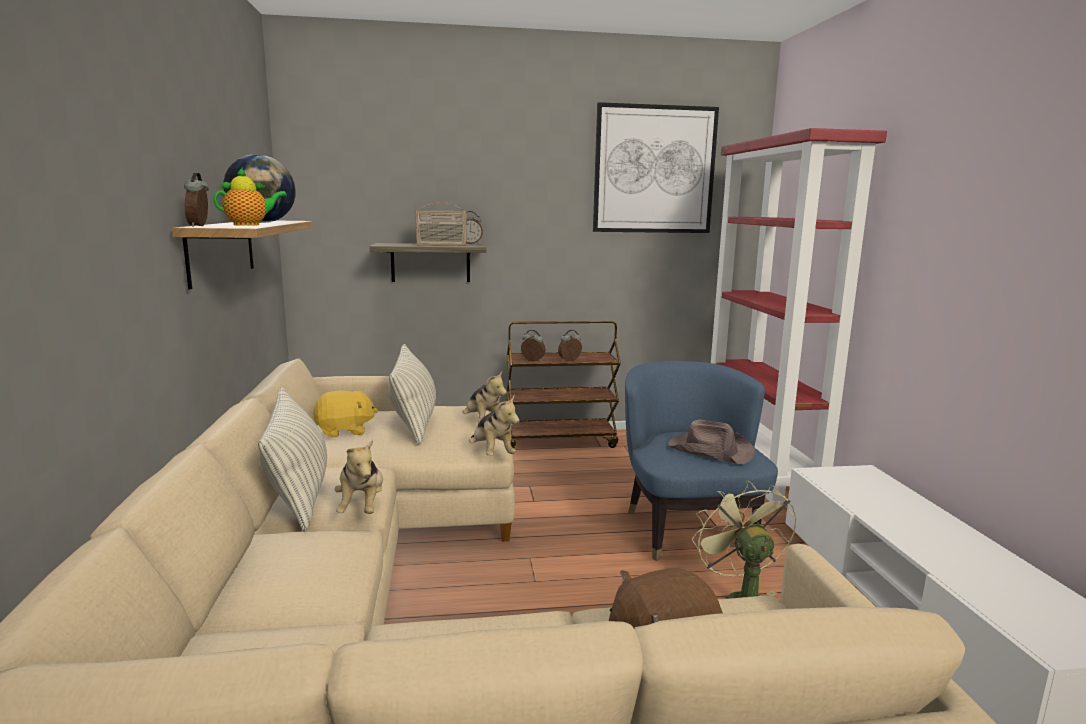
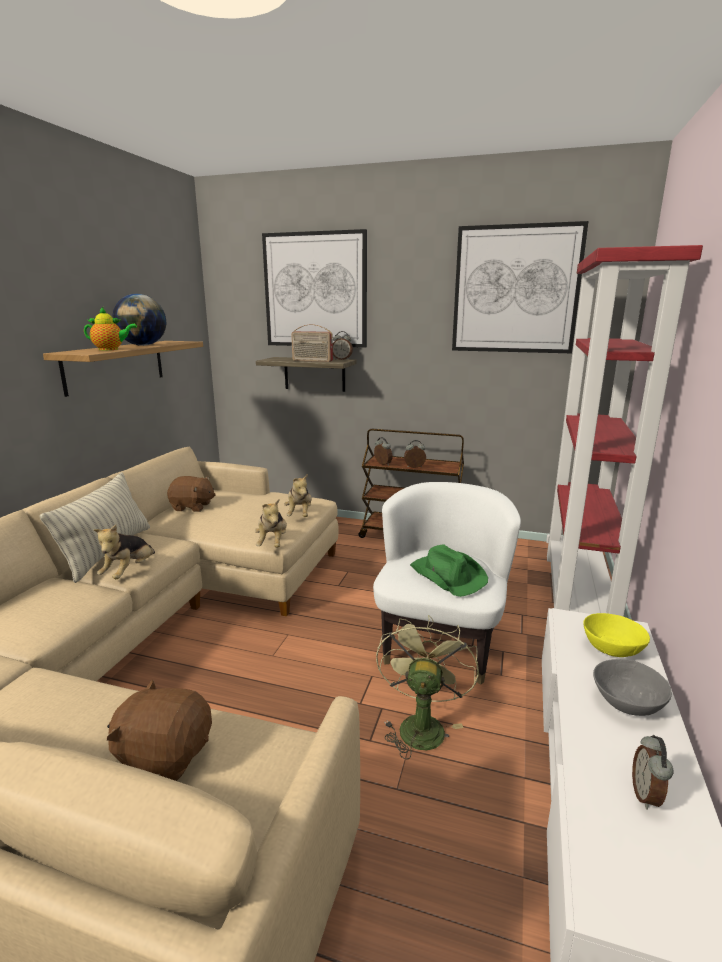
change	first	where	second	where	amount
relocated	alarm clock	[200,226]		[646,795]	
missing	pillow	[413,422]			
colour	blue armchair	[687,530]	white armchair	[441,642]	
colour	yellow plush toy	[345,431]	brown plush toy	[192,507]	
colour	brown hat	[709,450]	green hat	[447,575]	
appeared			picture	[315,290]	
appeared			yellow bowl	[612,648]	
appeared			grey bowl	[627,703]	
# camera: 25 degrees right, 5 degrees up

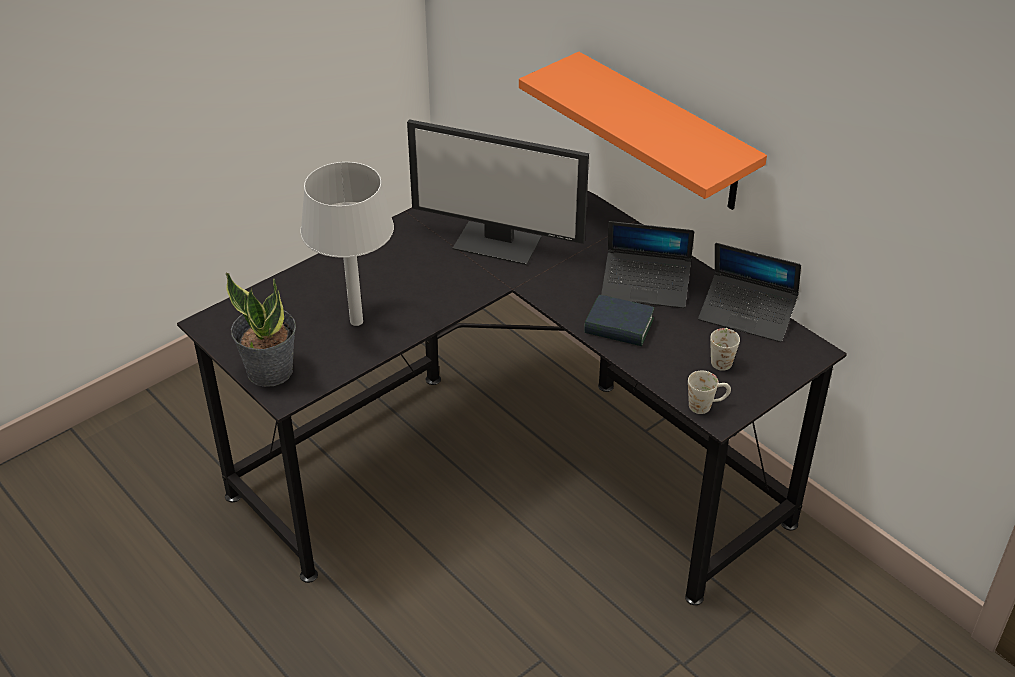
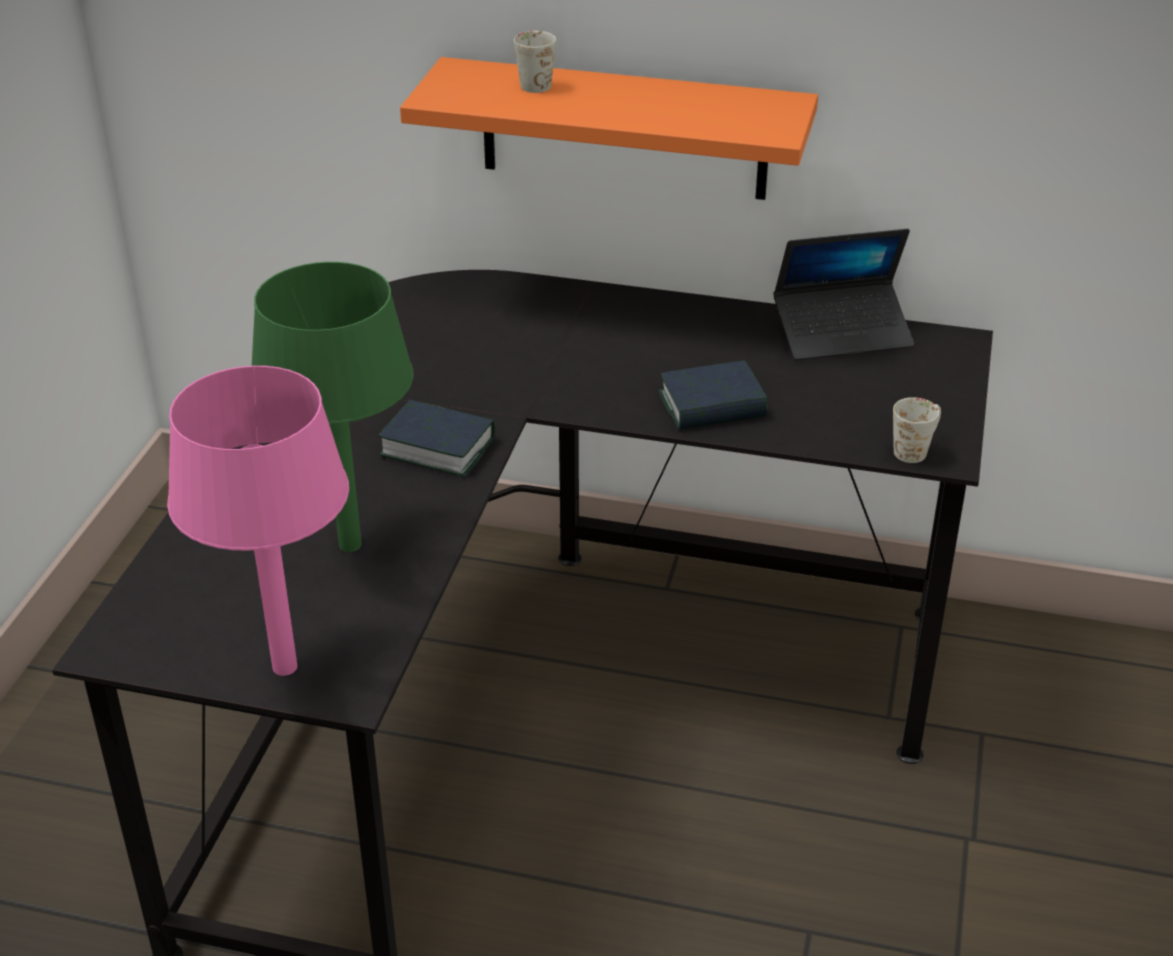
change	first	where	second	where	amount
missing	monitor	[498,242]			
colour	grey table lamp	[357,321]	green table lamp	[351,544]	
missing	laptop	[645,286]			
exchanged	potted plant	[270,370]	pink table lamp	[287,667]	
relocated	white mug	[721,358]		[531,83]	
appeared			book	[437,447]	
# camera: 35 degrees left, 5 degrees down

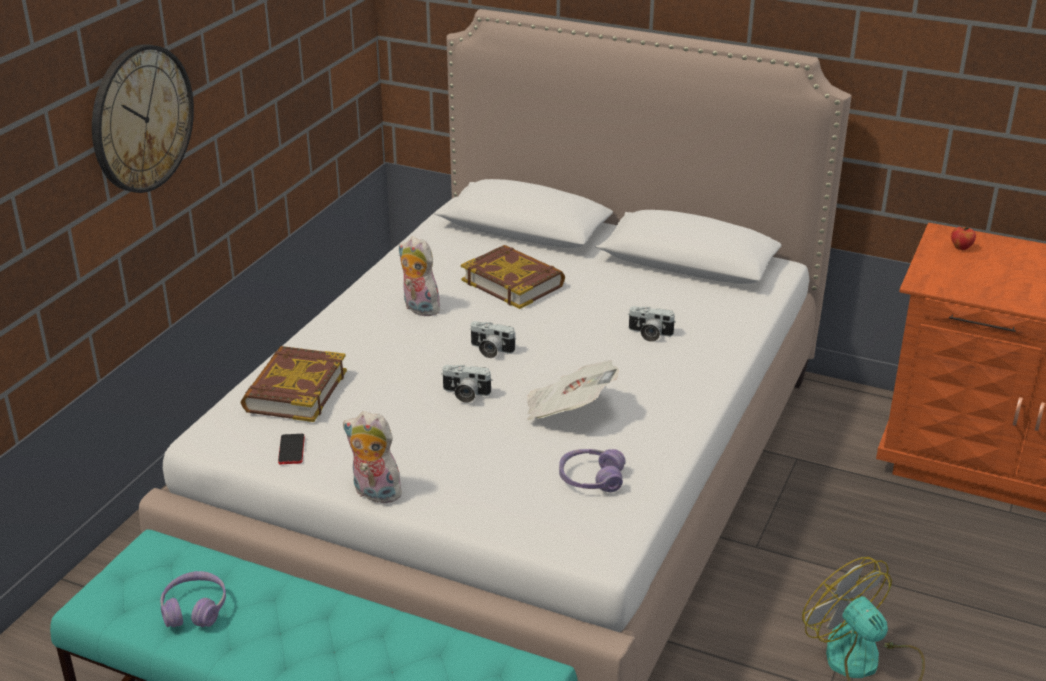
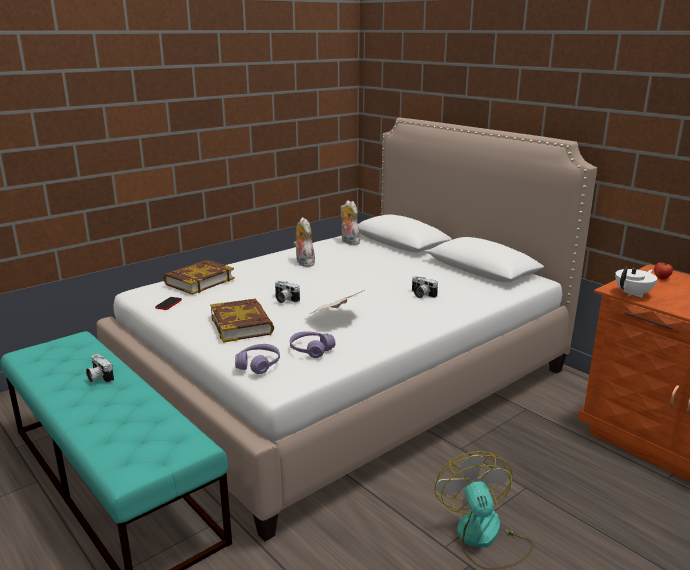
change	first	where	second	where	amount
missing	wall clock	[141,118]			
relocated	book	[513,283]		[242,325]	
relocated	photo camera	[490,350]		[99,377]	
relocated	plush toy	[374,493]		[348,242]	
relocated	purple headphones	[194,609]		[258,365]	
appeared			white teapot	[633,294]	
# camera: 25 degrees right, 10 degrees down

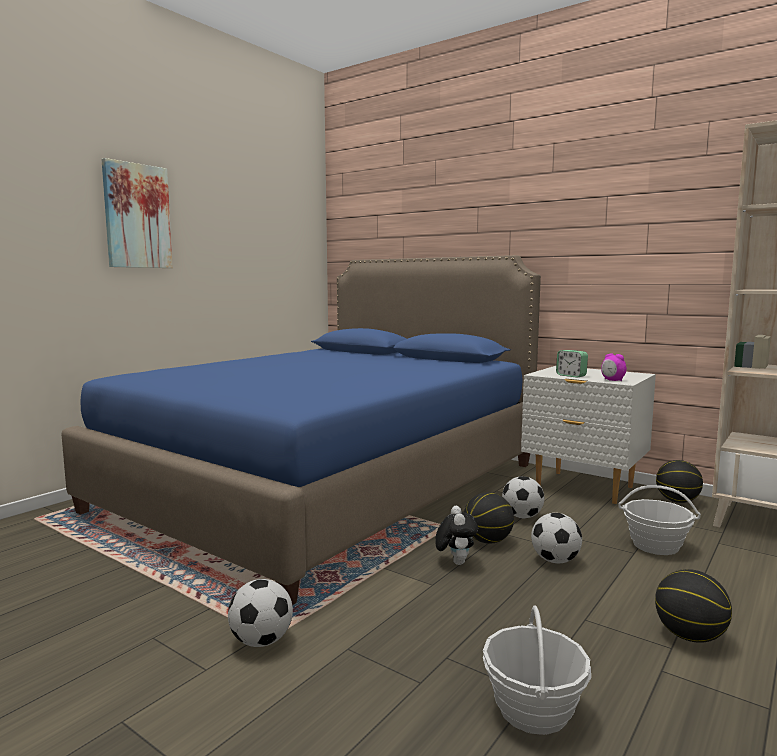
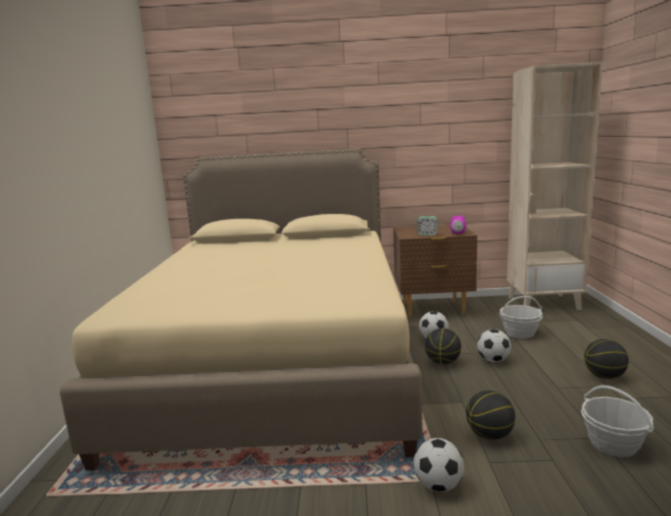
change	first	where	second	where	amount
missing	picture	[137,216]			
colour	blue bed	[328,486]	beige bed	[277,361]	
colour	white nightstand	[584,487]	brown nightstand	[433,309]	
relocated	basketball	[677,501]		[489,435]	
missing	plush toy	[455,562]			
# camera: 35 degrees left, 5 degrees up

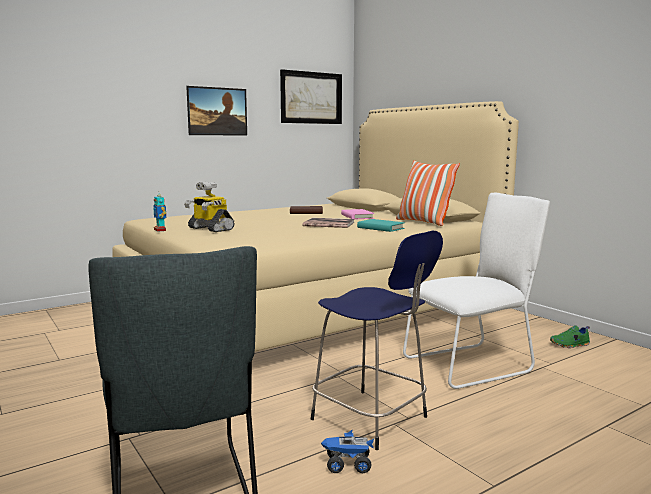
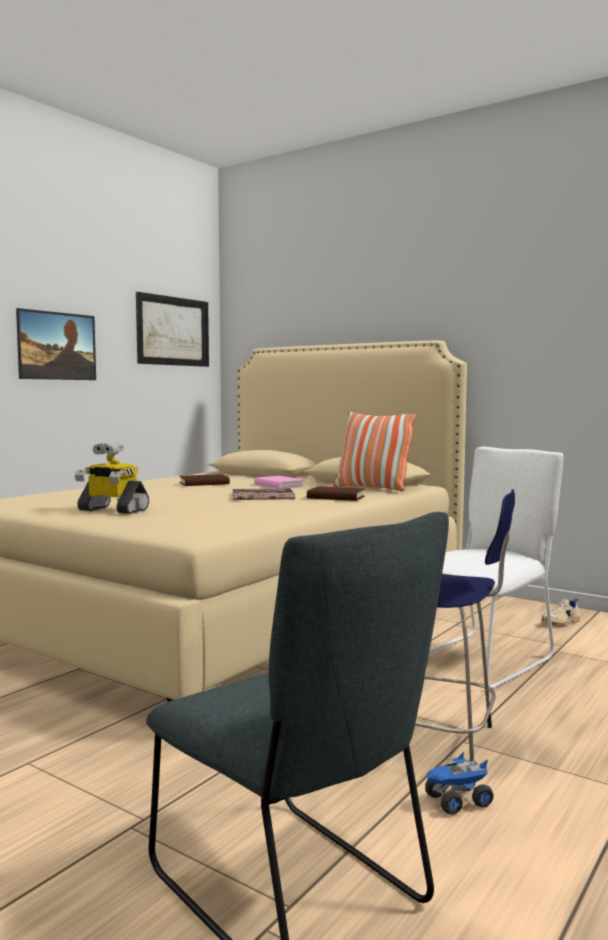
change	first	where	second	where	amount
missing	toy robot	[160,230]			
colour	turquoise book	[380,228]	brown book	[336,497]	
colour	green shoe	[570,345]	beige shoe	[561,623]	
# camera: 20 degrees left, 5 degrees down

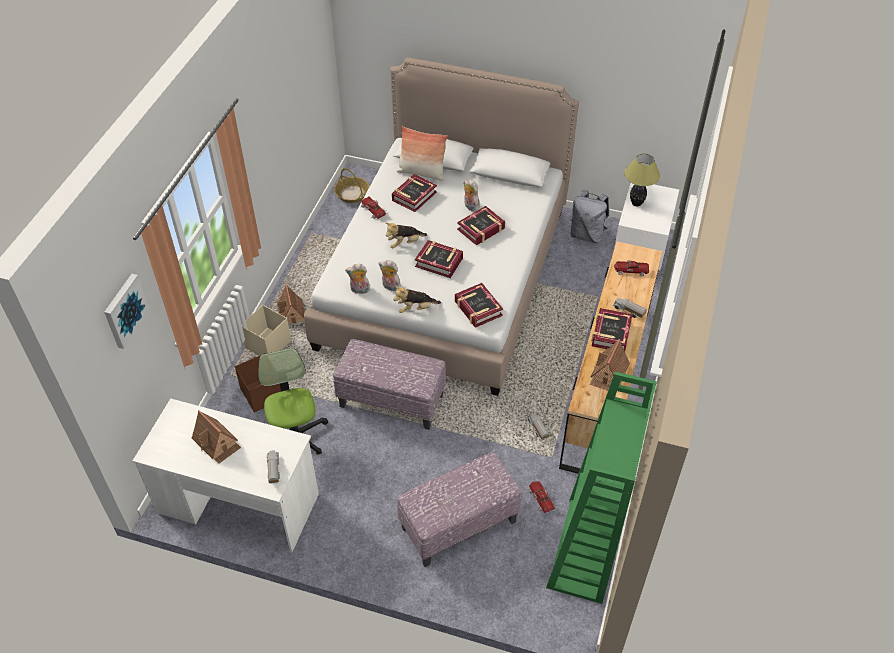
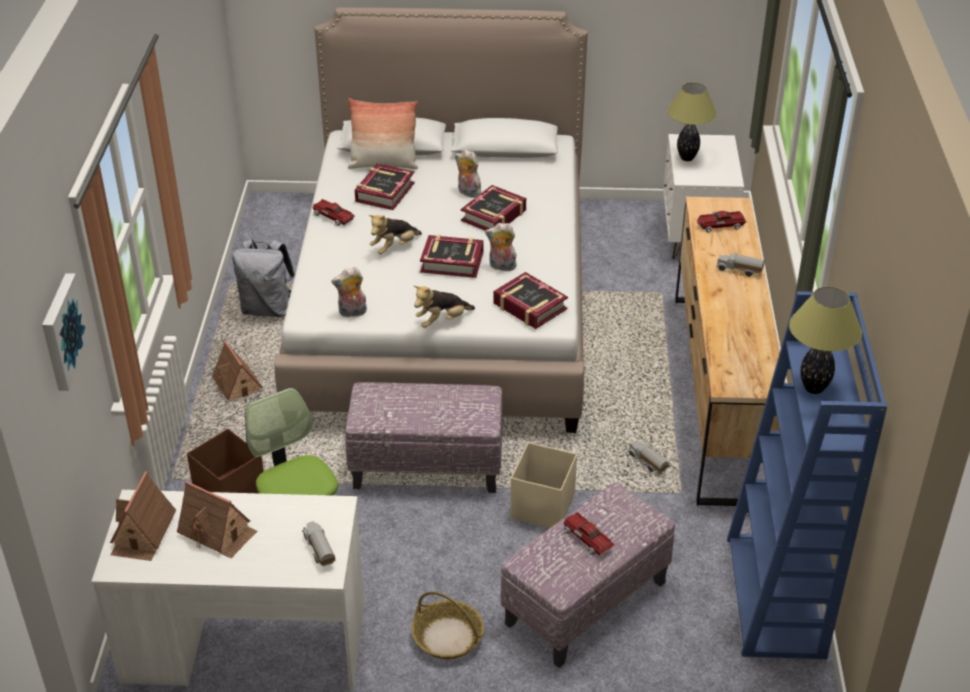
change	first	where	second	where	amount
relocated	basket	[352,194]		[447,637]	
relocated	grey backpack	[587,235]		[267,309]	
relocated	plush toy	[390,287]		[501,267]	
relocated	beige storage box	[267,345]		[542,507]	
missing	book	[610,333]			
relocated	toy house	[608,374]		[143,533]	
colour	green bookcase	[586,550]	blue bookcase	[776,597]	
relocated	toy car	[540,499]		[586,538]	
appeared			table lamp	[813,388]	
# camera: 15 degrees left, 10 degrees down

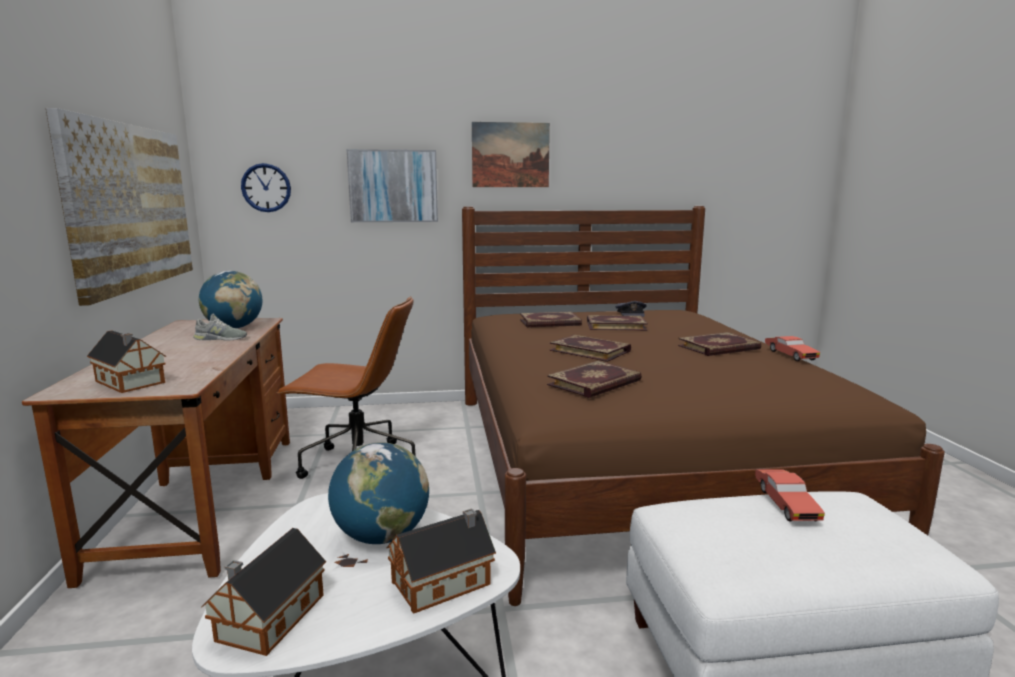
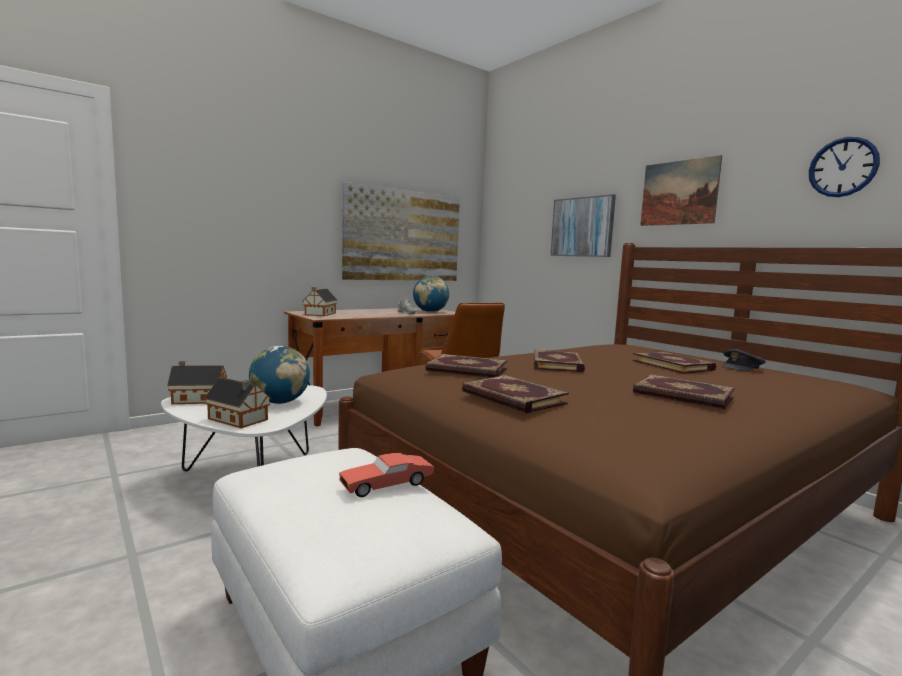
change	first	where	second	where	amount
relocated	wall clock	[266,188]		[843,167]	
relocated	book	[550,323]		[512,398]	
missing	red toy car	[790,355]			
# camera: 60 degrees right, 5 degrees down

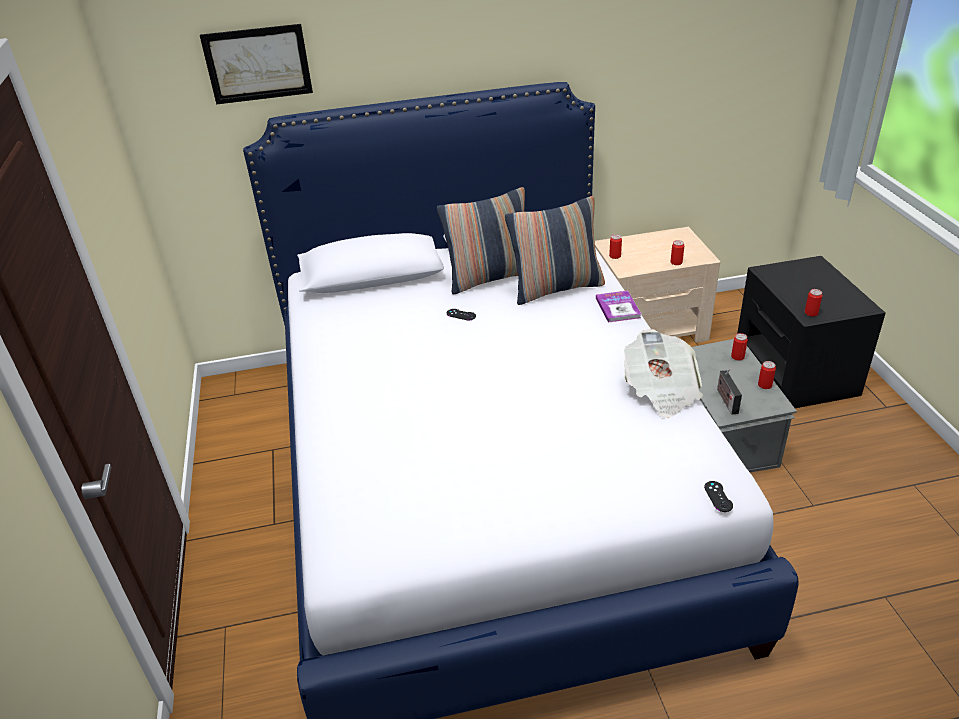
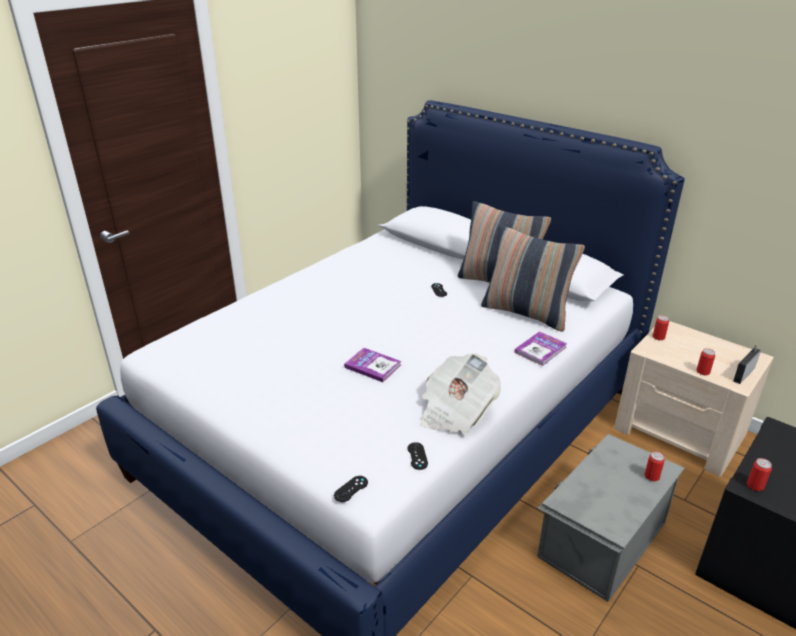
change	first	where	second	where	amount
missing	picture	[258,64]			
missing	can	[764,385]			
relocated	radio	[726,400]		[744,373]	
appeared			book	[373,366]	
appeared			black game controller	[417,456]	
# camera: 50 degrees right, 5 degrees down

